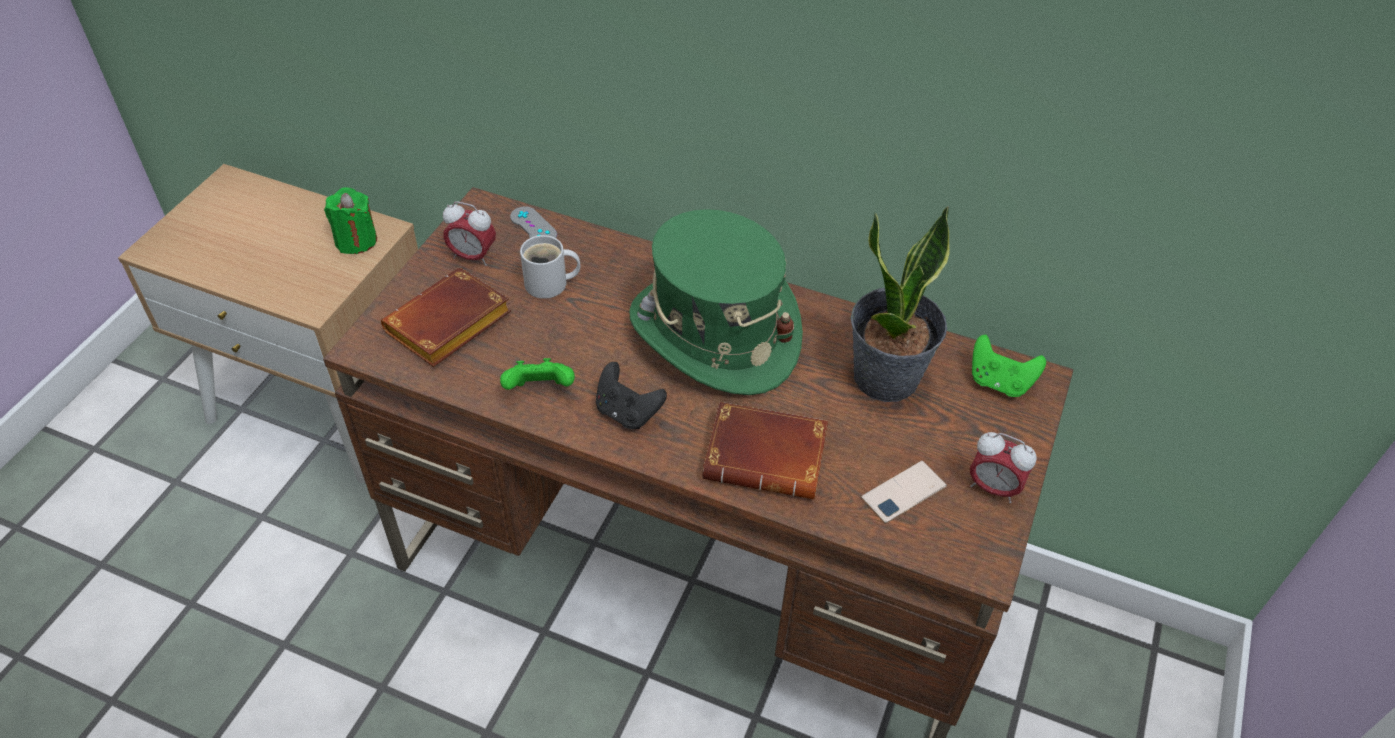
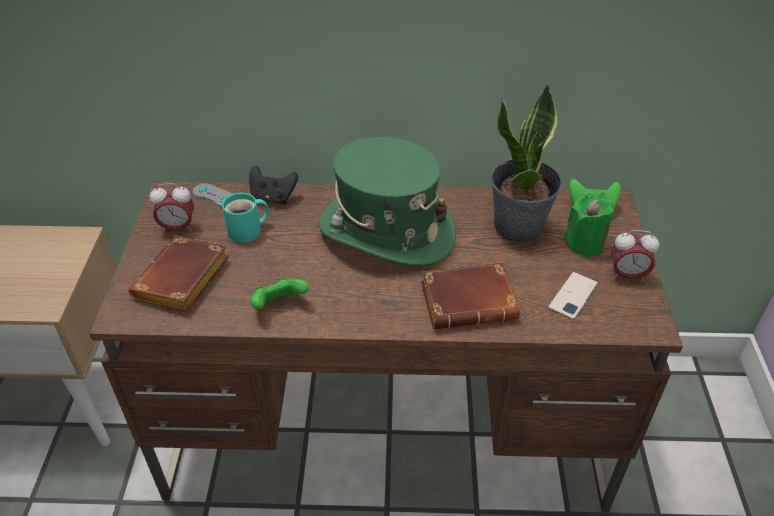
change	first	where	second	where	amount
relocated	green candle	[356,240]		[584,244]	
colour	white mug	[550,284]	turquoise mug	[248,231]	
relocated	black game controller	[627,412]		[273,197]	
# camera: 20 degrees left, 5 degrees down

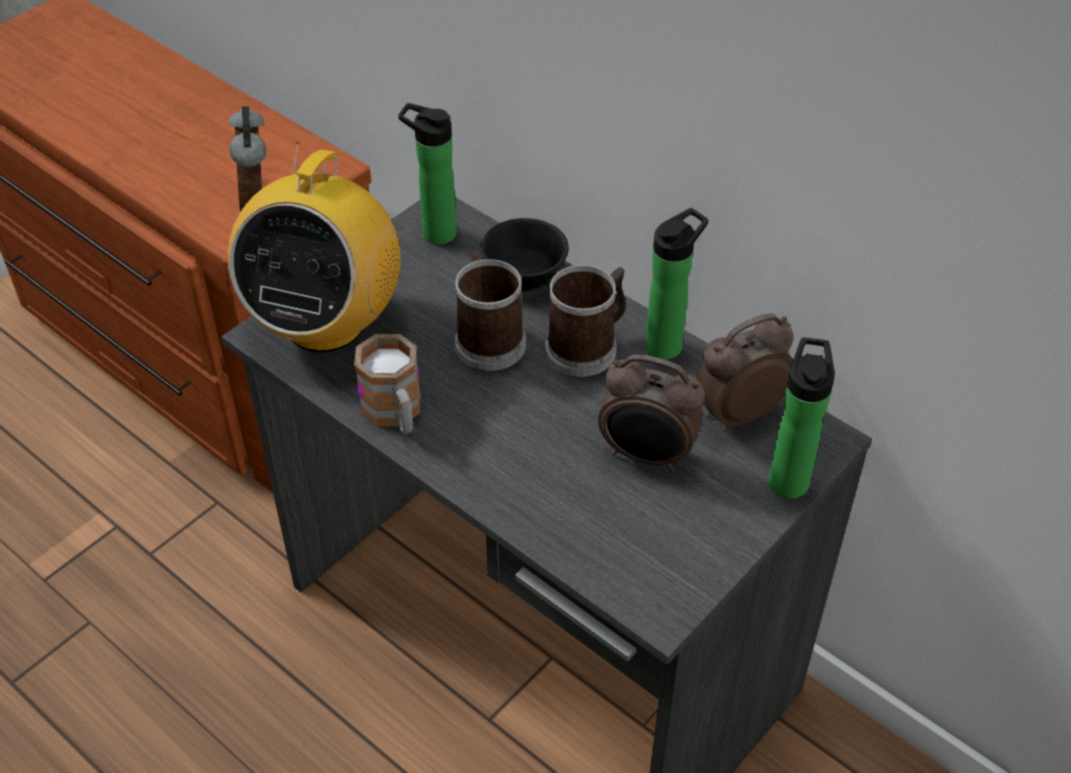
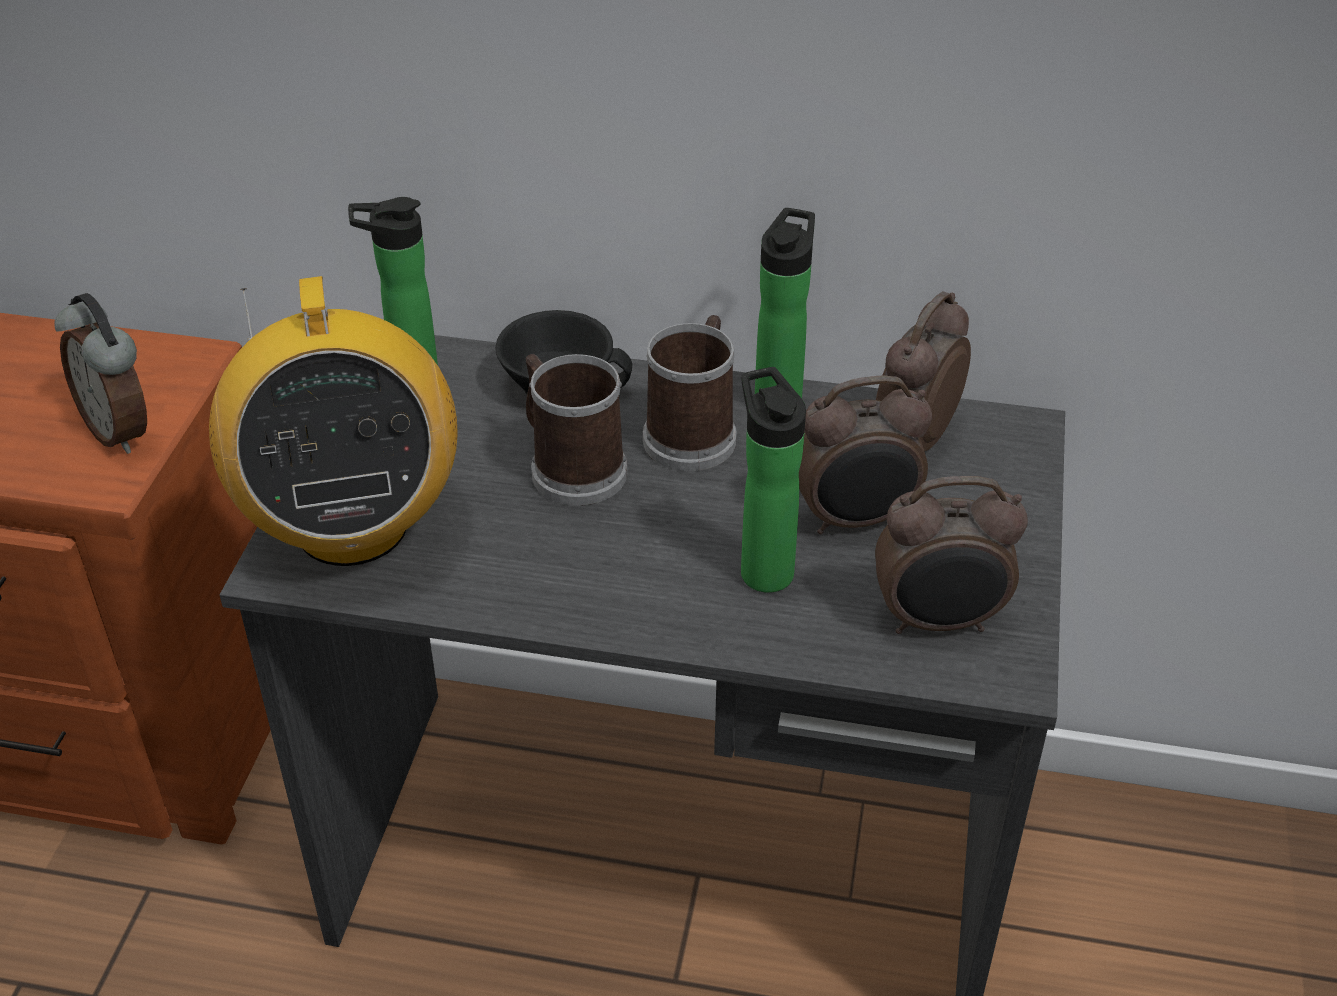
change	first	where	second	where	amount
missing	mug	[395,414]			
relocated	bottle	[788,478]		[763,568]	
appeared			alarm clock	[939,622]	
# camera: 30 degrees left, 5 degrees down

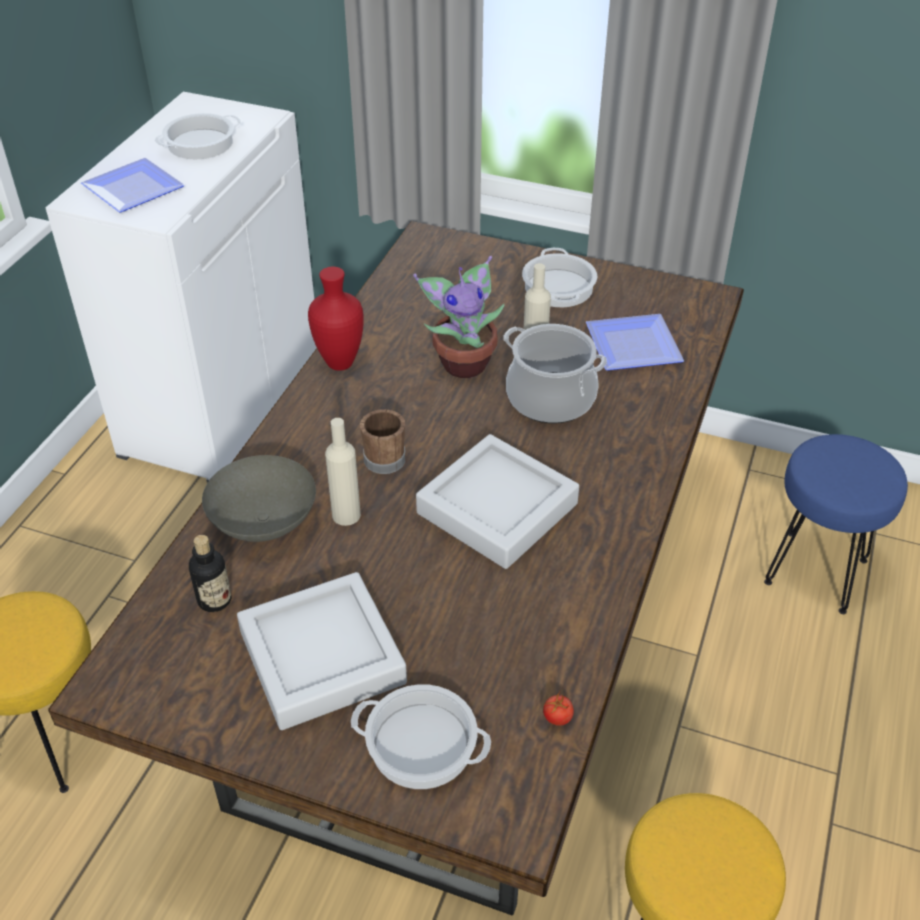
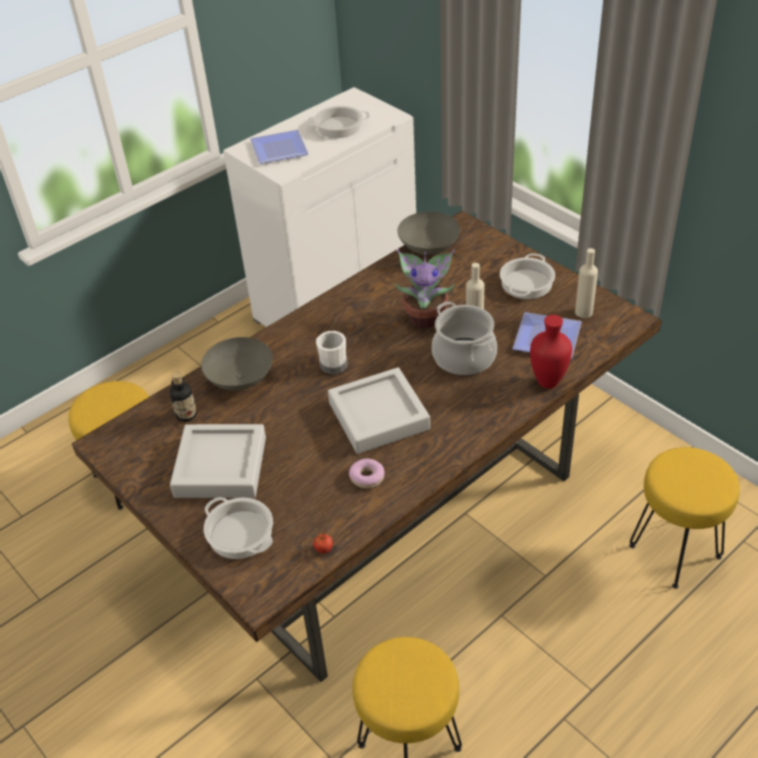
change	first	where	second	where	amount
relocated	red vase	[339,364]		[547,383]	
colour	brown mug	[383,456]	white mug	[334,362]	
relocated	beige bottle	[346,515]		[583,312]	
colour	blue stool	[816,572]	yellow stool	[675,552]	
appeared			grey bowl	[428,248]	
appeared			donut	[367,477]	
# camera: 30 degrees right, 0 degrees up

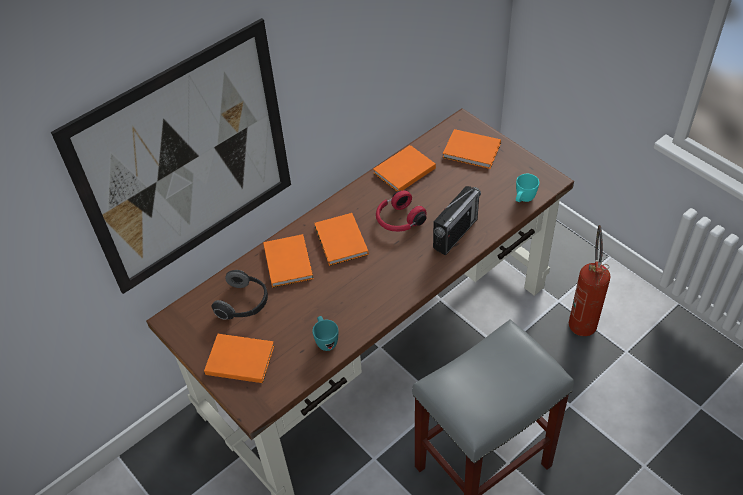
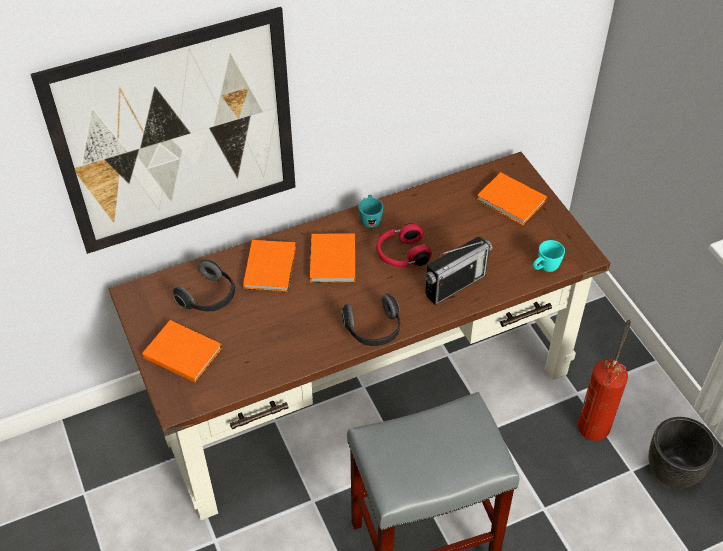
change	first	where	second	where	amount
missing	orange book	[402,171]			
relocated	turquoise mug	[325,340]		[370,220]	
appeared			headphones	[373,330]	
appeared			black planter	[673,471]	
# camera: 15 degrees right, 0 degrees up

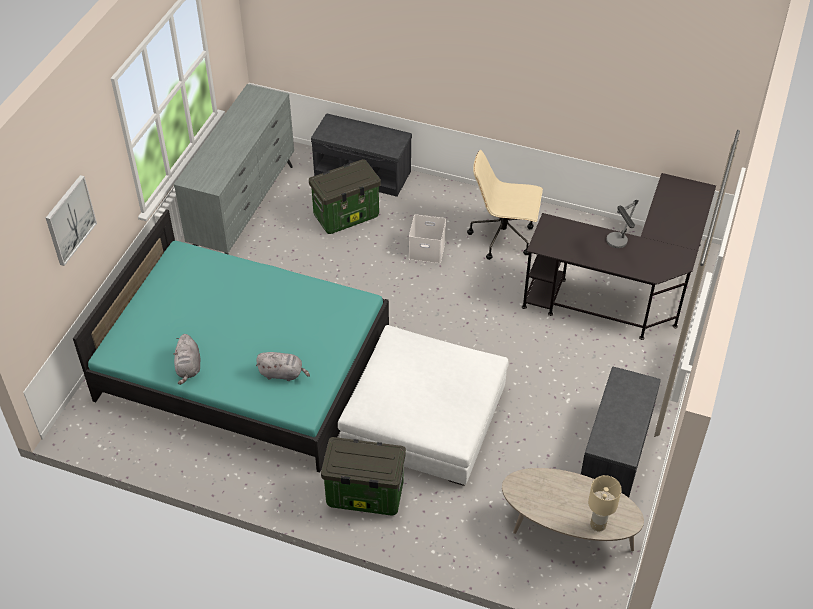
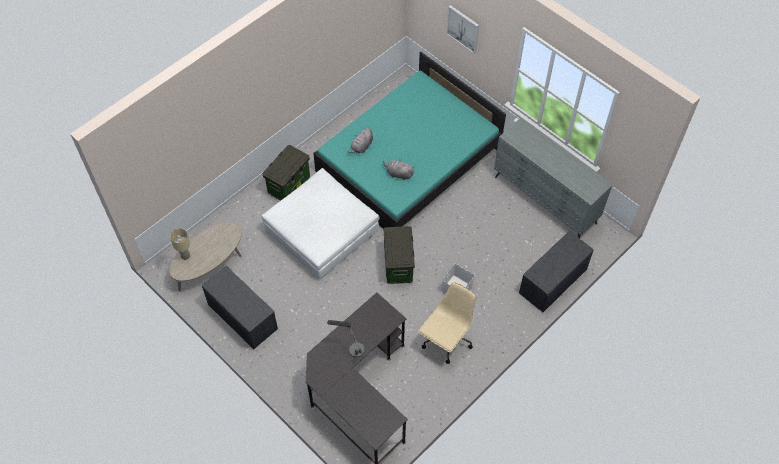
change	first	where	second	where	amount
relocated	storage box	[347,215]		[399,266]	
relocated	grey plush toy	[188,367]		[398,174]	
# camera: 115 degrees right, 10 degrees up

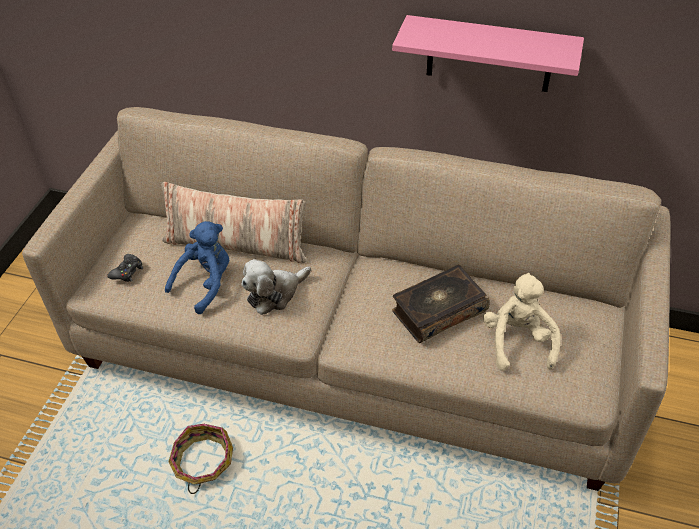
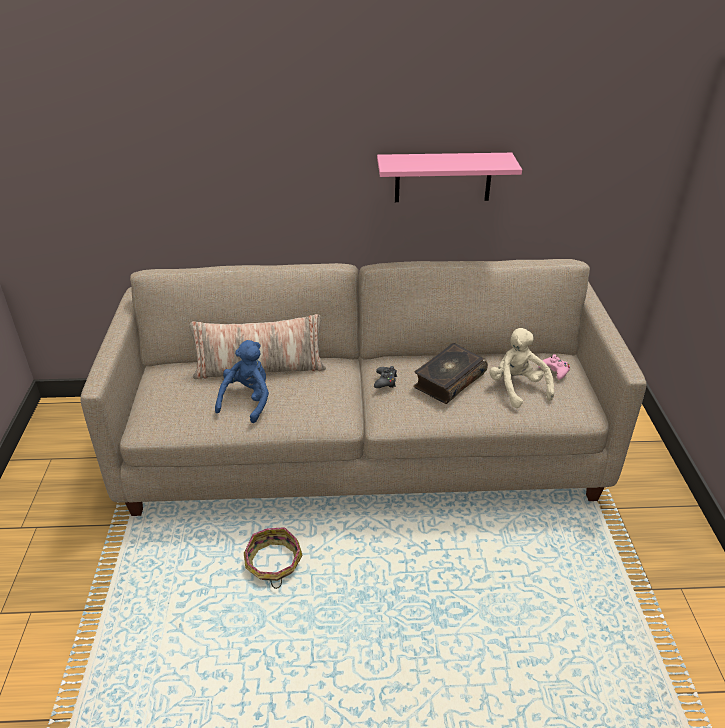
change	first	where	second	where	amount
relocated	black game controller	[127,271]		[385,381]	
missing	plush toy	[275,293]			
appeared			pink game controller	[554,370]	
# camera: 20 degrees left, 10 degrees down

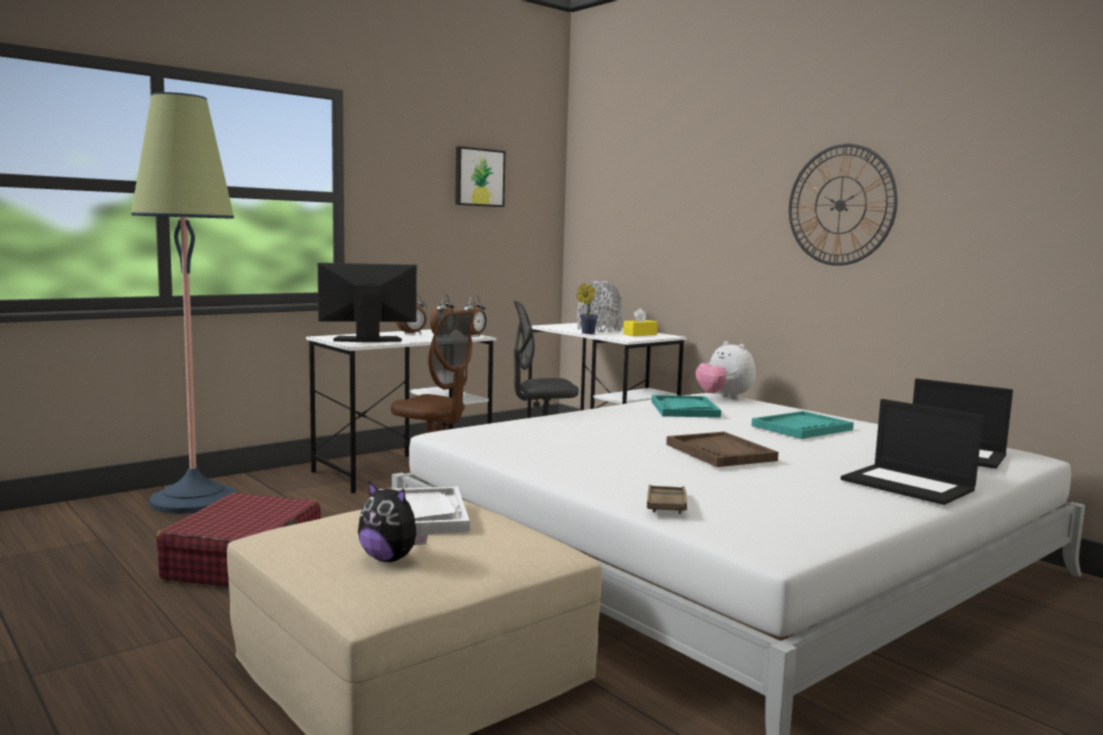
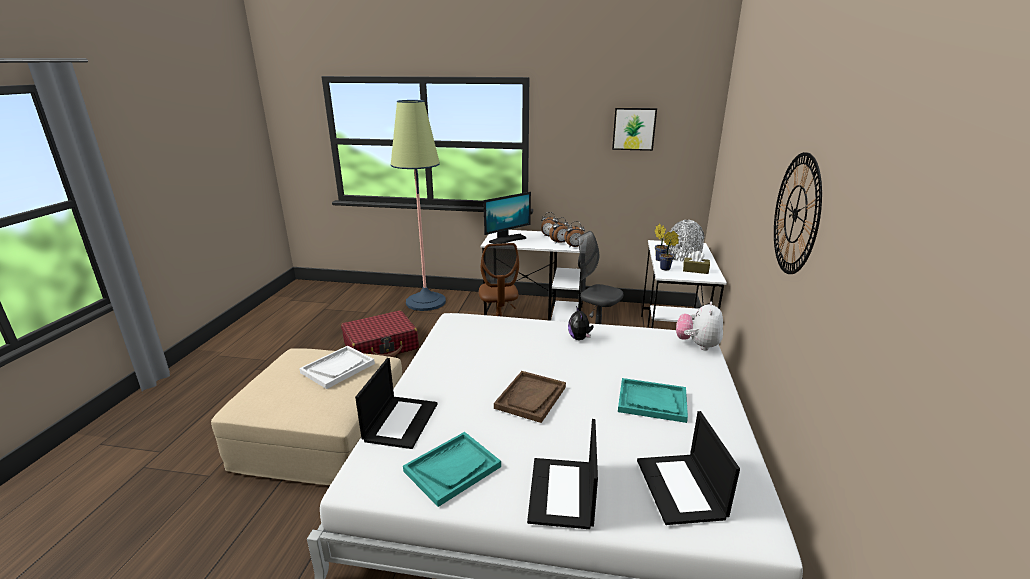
change	first	where	second	where	amount
spun	monitor	[367,340]		[507,239]	105 degrees clockwise
colour	yellow tissue box	[640,334]	brown tissue box	[695,270]	
relocated	turquoise tray	[684,409]		[452,469]	
relocated	plush toy	[390,559]		[579,338]	
exchanged	brown tray	[666,505]	laptop	[400,421]	
appeared			potted plant	[666,268]	
# camera: 50 degrees right, 15 degrees up

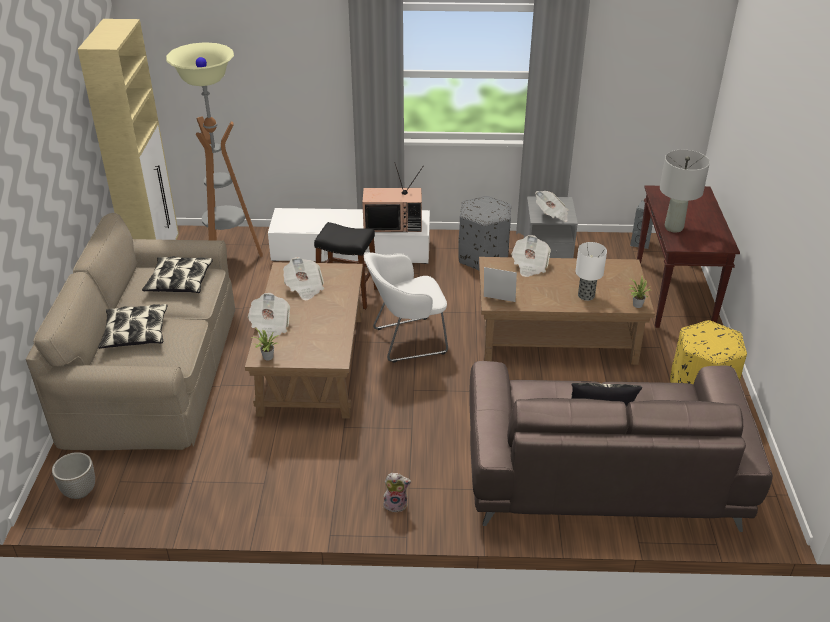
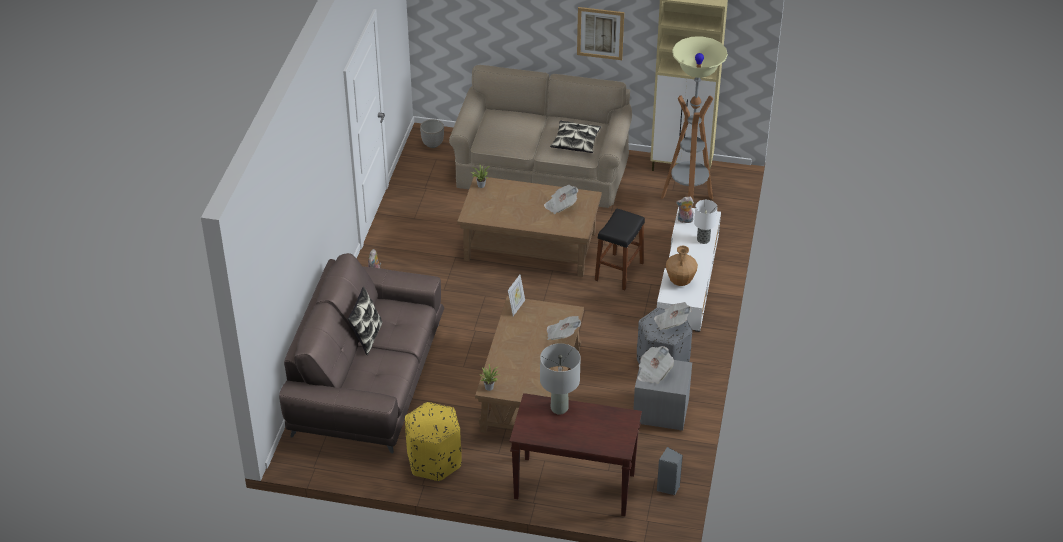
change	first	where	second	where	amount
exchanged	television	[393,224]	brown vase	[680,281]	
relocated	table lamp	[586,296]		[703,239]	
missing	white armchair	[406,341]			
relocated	newspaper	[270,326]		[671,323]	
missing	pillow	[135,333]			
appeared			picture	[600,33]	
appeared			plush toy	[684,220]	
# camera: 100 degrees right, 5 degrees up

